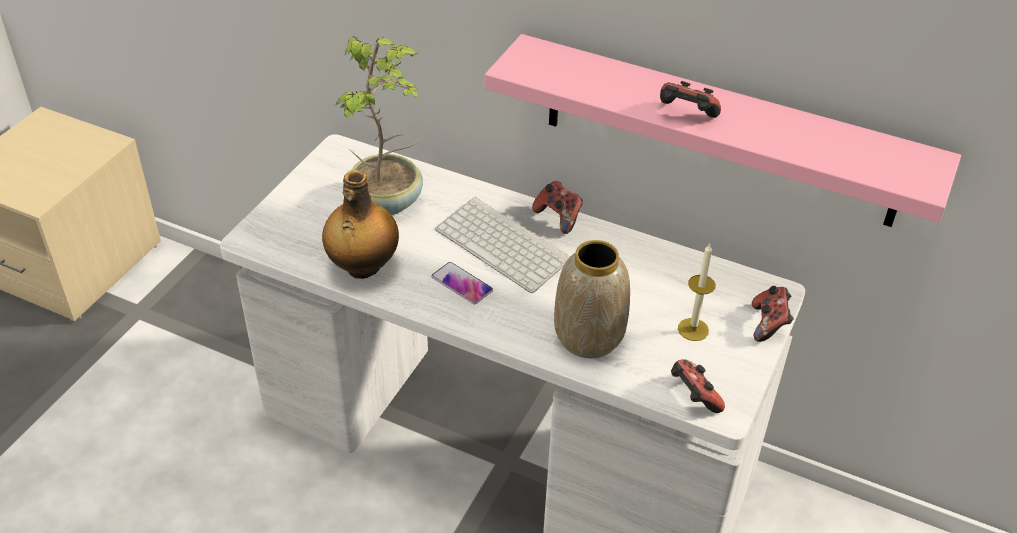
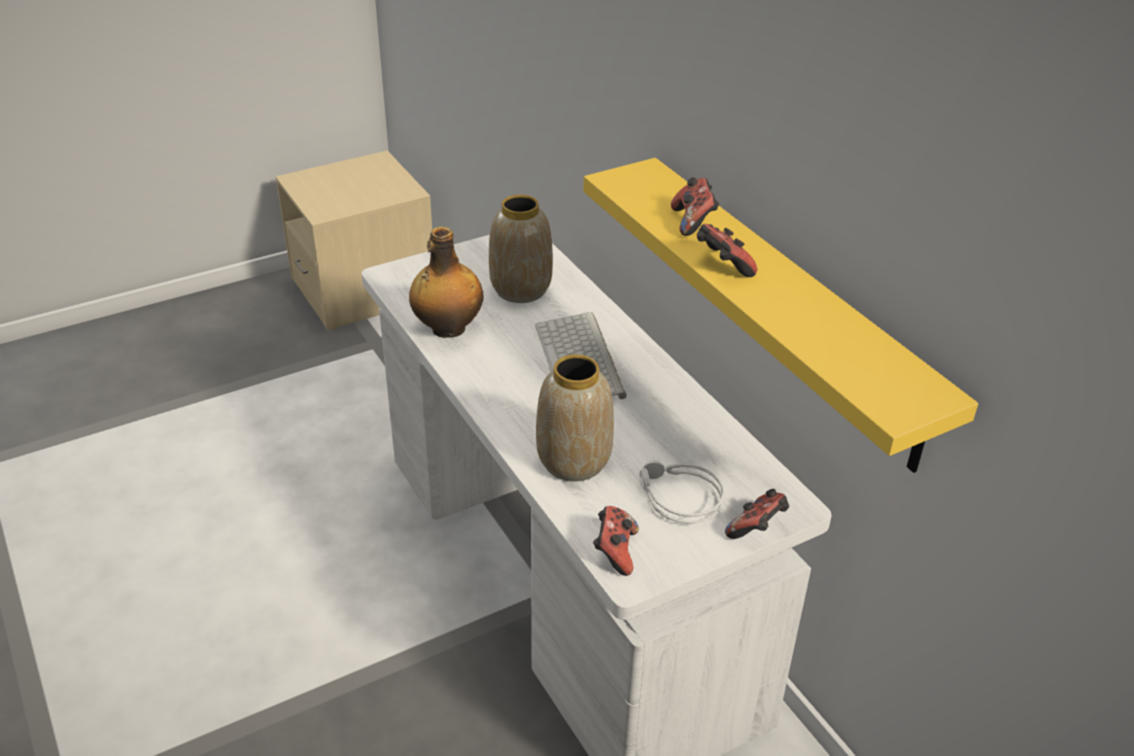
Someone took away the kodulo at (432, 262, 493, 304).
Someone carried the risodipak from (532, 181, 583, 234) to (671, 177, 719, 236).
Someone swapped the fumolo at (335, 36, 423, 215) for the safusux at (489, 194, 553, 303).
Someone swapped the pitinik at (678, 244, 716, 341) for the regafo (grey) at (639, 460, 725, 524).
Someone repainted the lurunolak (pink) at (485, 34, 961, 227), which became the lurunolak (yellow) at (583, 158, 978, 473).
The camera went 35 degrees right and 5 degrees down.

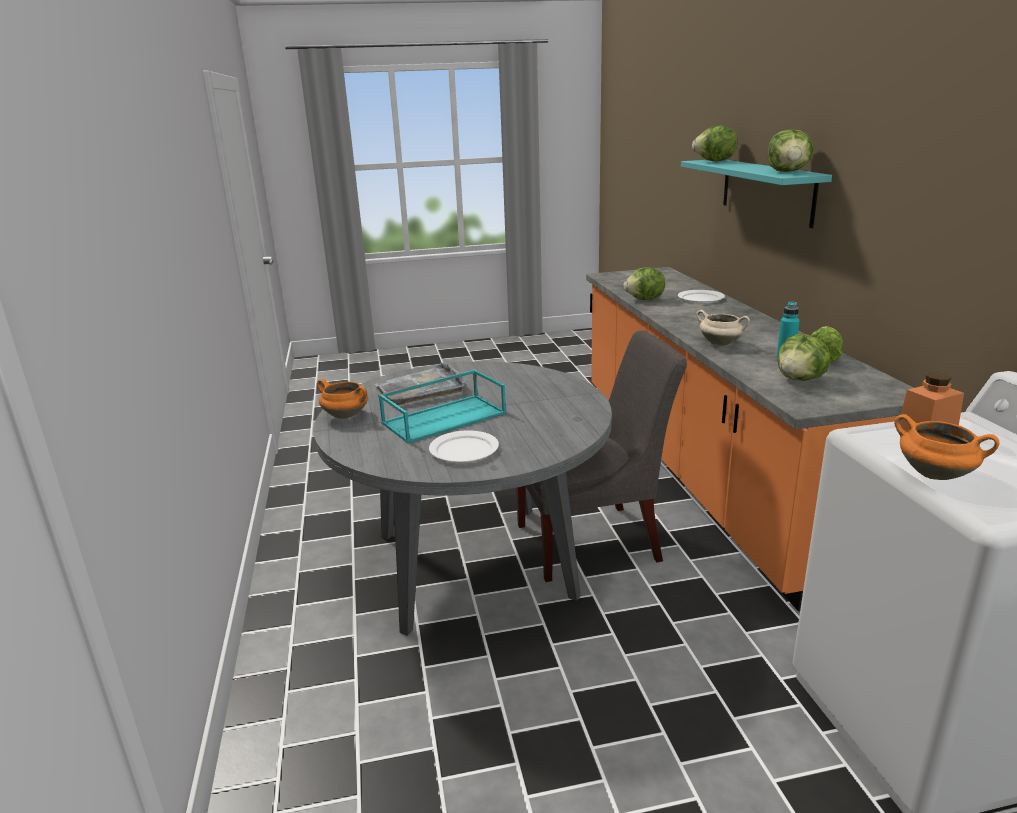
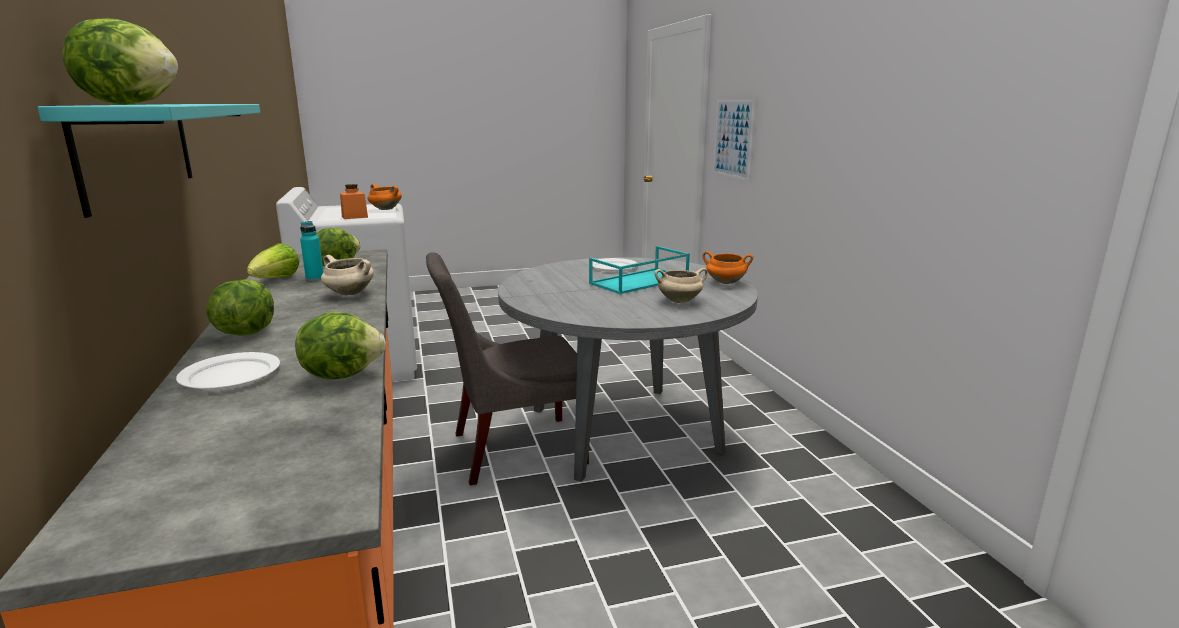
Someone put up the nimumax at (713, 99, 755, 181).
Someone carried the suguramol from (768, 129, 813, 172) to (206, 279, 274, 335).
Someone swapped the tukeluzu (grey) at (374, 362, 468, 405) for the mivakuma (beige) at (654, 268, 708, 303).
The camera went 175 degrees right and 5 degrees down.

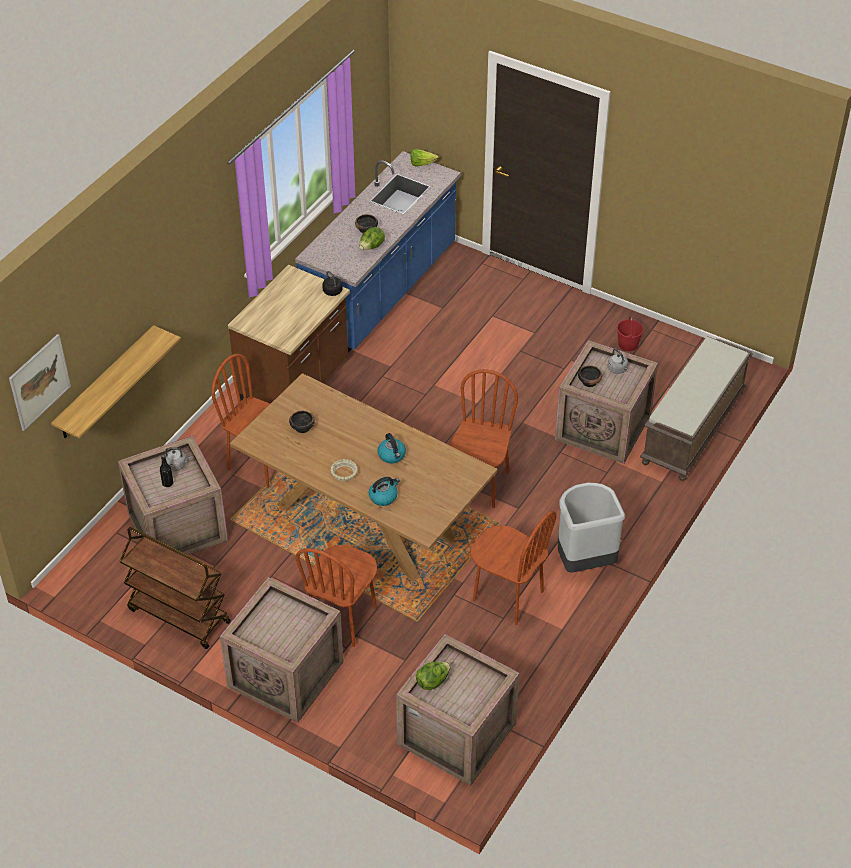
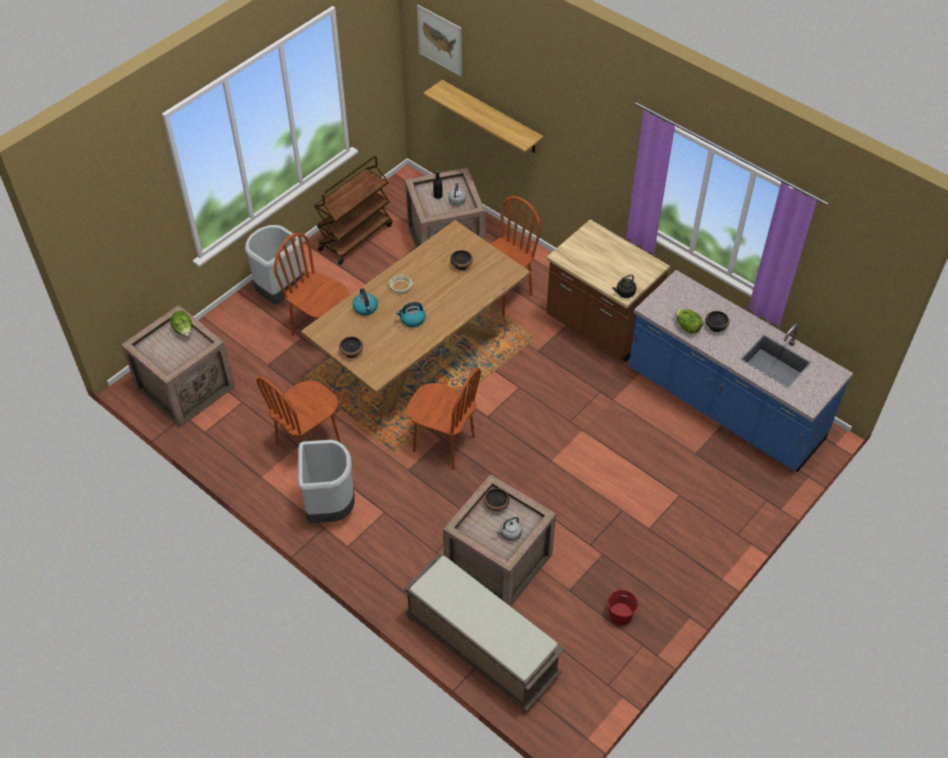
Someone took away the suguramol at (411, 149, 439, 166).
Someone put down the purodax at (339, 336, 363, 358).
Someone swapped the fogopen at (220, 577, 344, 723) for the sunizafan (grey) at (245, 225, 305, 305).
The camera went 100 degrees right and 5 degrees up.

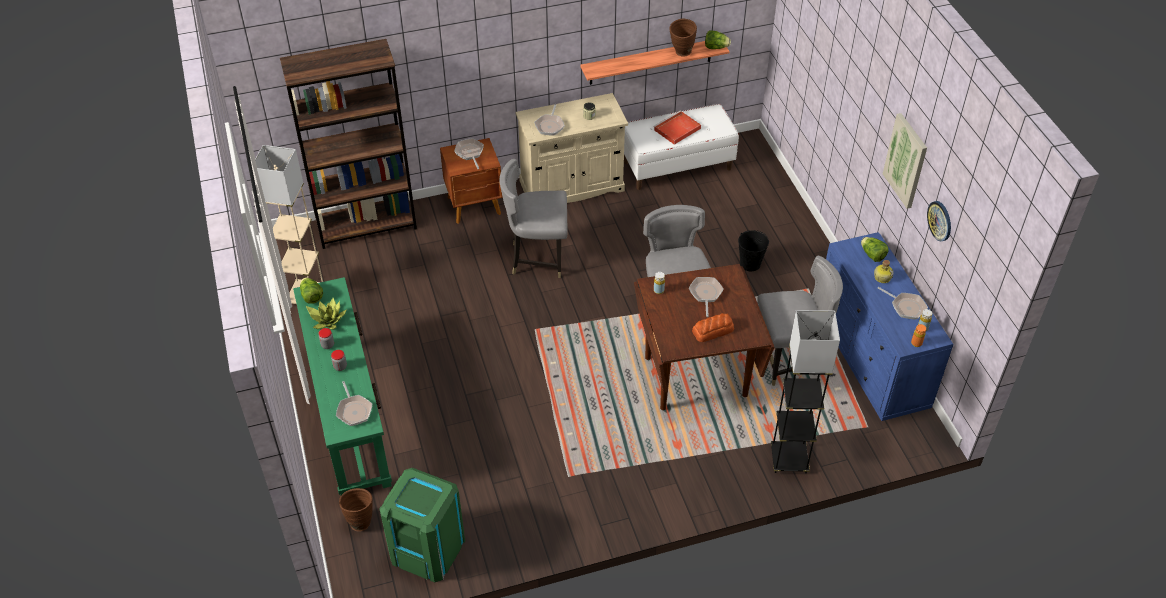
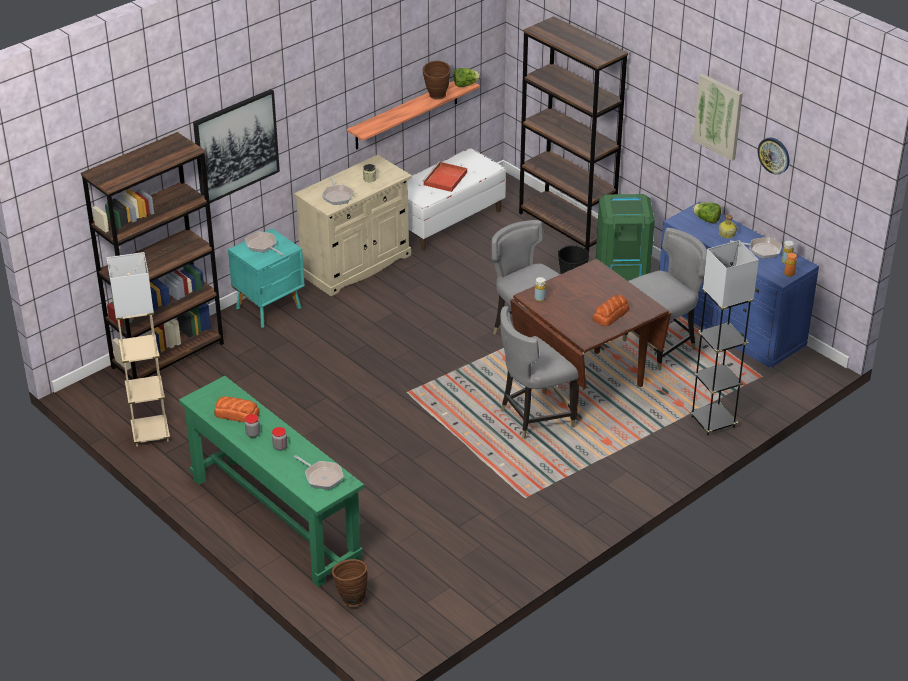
Someone took away the suguramol at (300, 277, 323, 304).
Someone took away the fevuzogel at (689, 277, 723, 317).
Someone put up the nimumax at (193, 89, 280, 203).
Someone put down the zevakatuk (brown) at (519, 16, 628, 253).
Someone carried the sunizafan (green) from (379, 468, 465, 582) to (596, 194, 655, 281).
Someone carried the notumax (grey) from (499, 159, 568, 278) to (500, 306, 578, 439).
Someone swapped the fumolo at (306, 298, 347, 330) for the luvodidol at (214, 396, 260, 423).
Someone repainted the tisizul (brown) at (440, 138, 503, 224), which became the tisizul (turquoise) at (228, 228, 305, 328).
The camera went 25 degrees left and 10 degrees down.

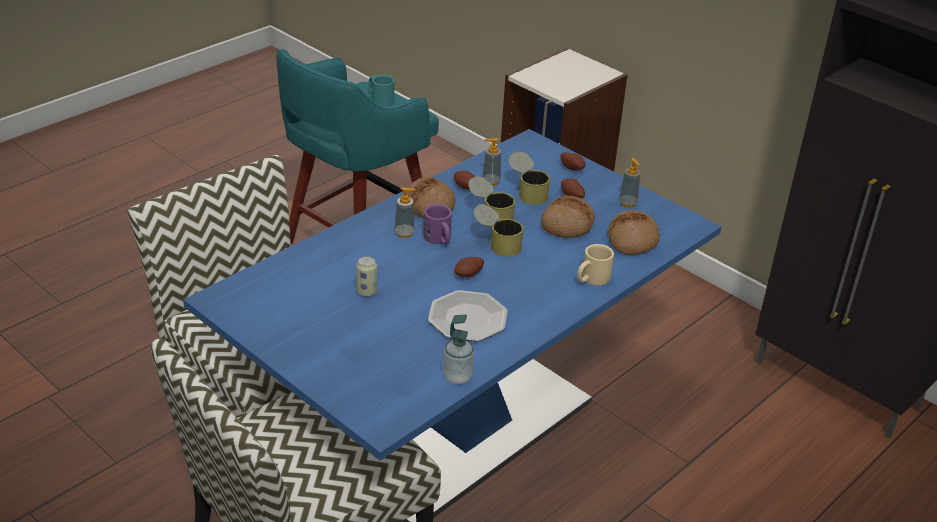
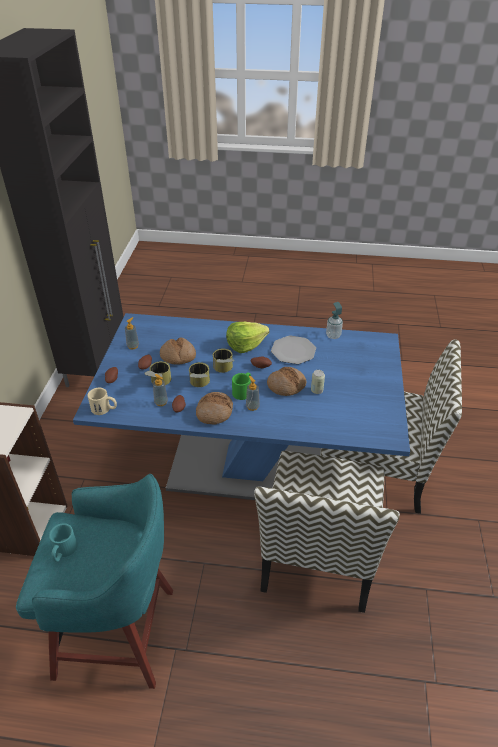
Someone put down the suguramol at (226, 322, 269, 353).
Someone carried the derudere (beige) from (577, 244, 614, 286) to (87, 388, 117, 415).
Someone carried the luvodidol from (608, 210, 660, 255) to (267, 367, 306, 396).
Someone repainted the derudere (purple) at (423, 204, 452, 245), which became the derudere (green) at (232, 372, 251, 400).
The camera went 125 degrees left and 5 degrees up.

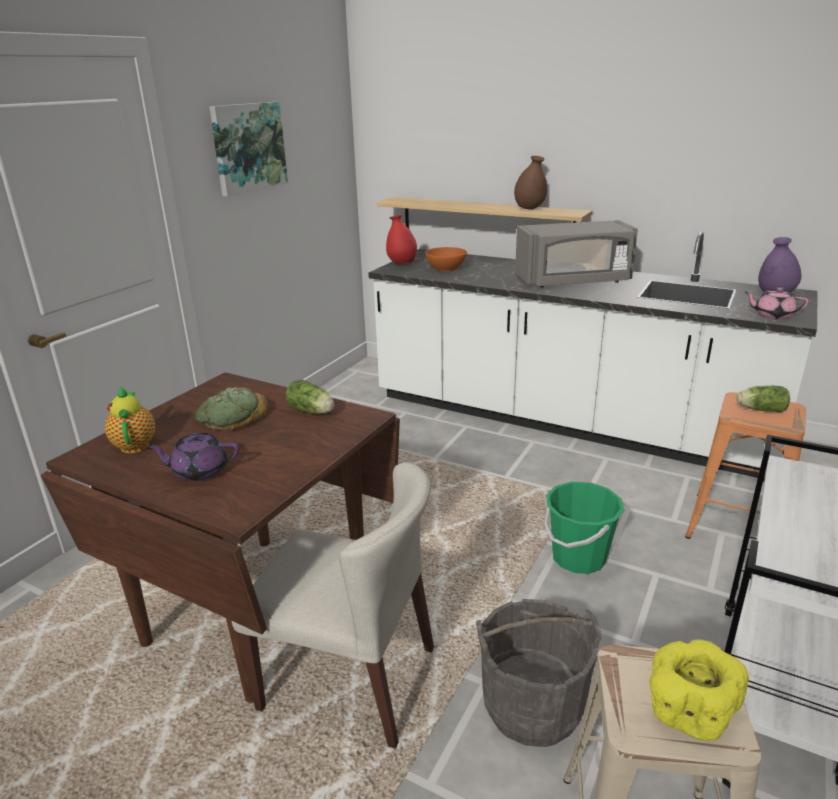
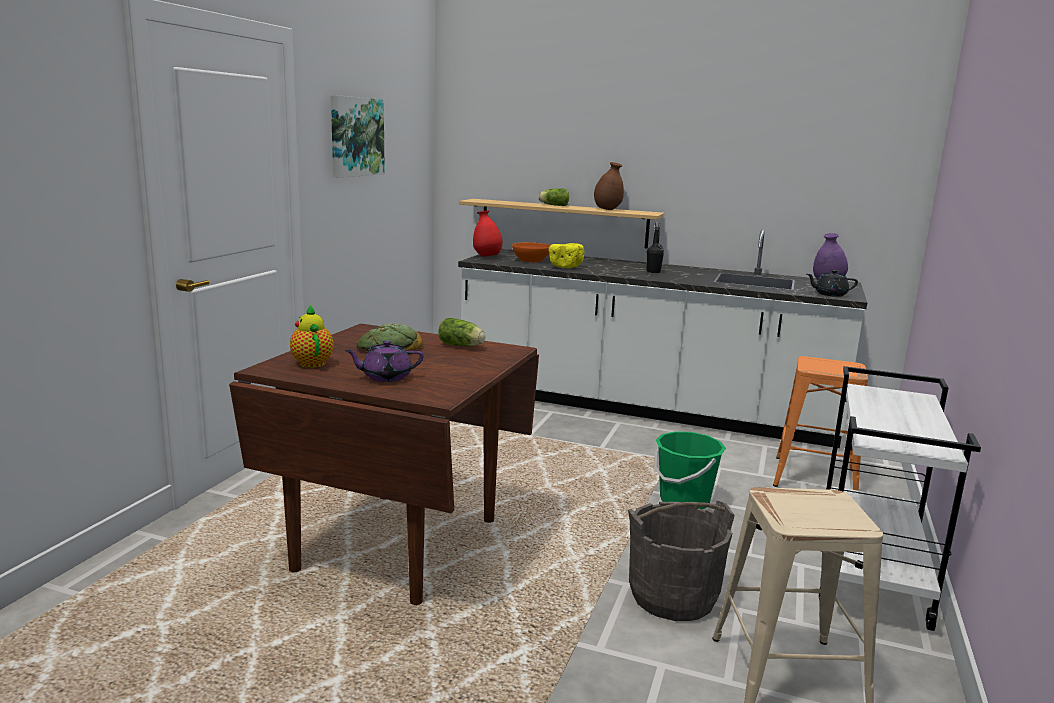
Someone took away the notumax (beige) at (232, 462, 434, 749).
Someone carried the purodax (yellow) from (649, 639, 749, 741) to (549, 243, 585, 268).
Someone carried the suguramol from (737, 386, 790, 412) to (538, 189, 569, 206).
Someone swapped the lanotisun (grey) at (515, 220, 638, 288) for the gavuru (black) at (646, 222, 664, 273).
Someone repainted the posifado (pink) at (745, 287, 809, 320), which became the posifado (black) at (807, 270, 858, 297).
The camera went 10 degrees left and 10 degrees down.

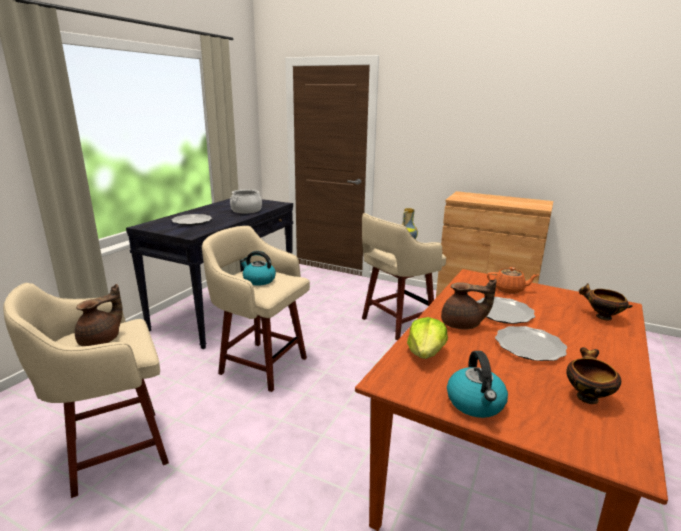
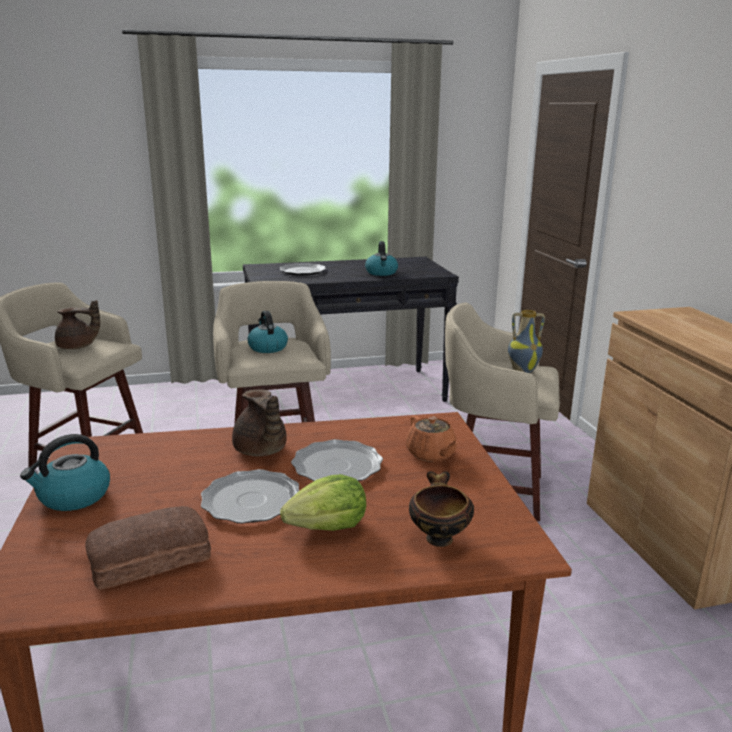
Someone carried the suguramol from (407, 317, 448, 359) to (280, 474, 366, 531).
Someone swapped the mivakuma at (230, 189, 262, 214) for the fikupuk at (365, 241, 398, 276).
Someone swapped the purodax at (566, 347, 621, 404) for the luvodidol at (85, 506, 211, 590).
The camera went 50 degrees right and 0 degrees up.

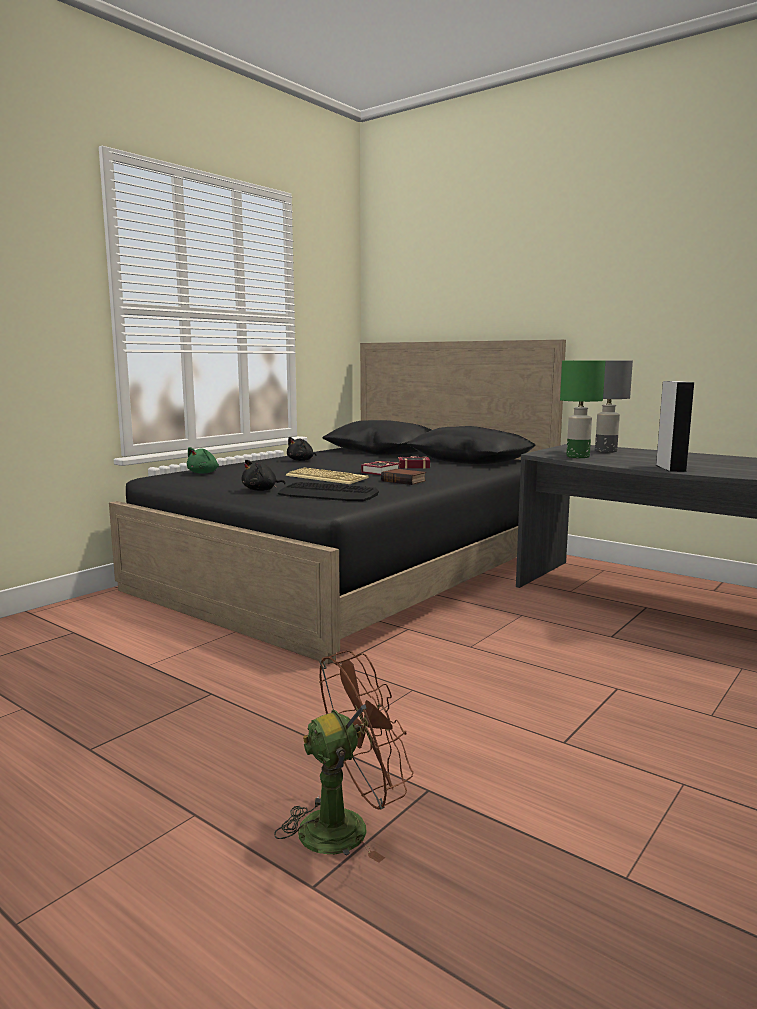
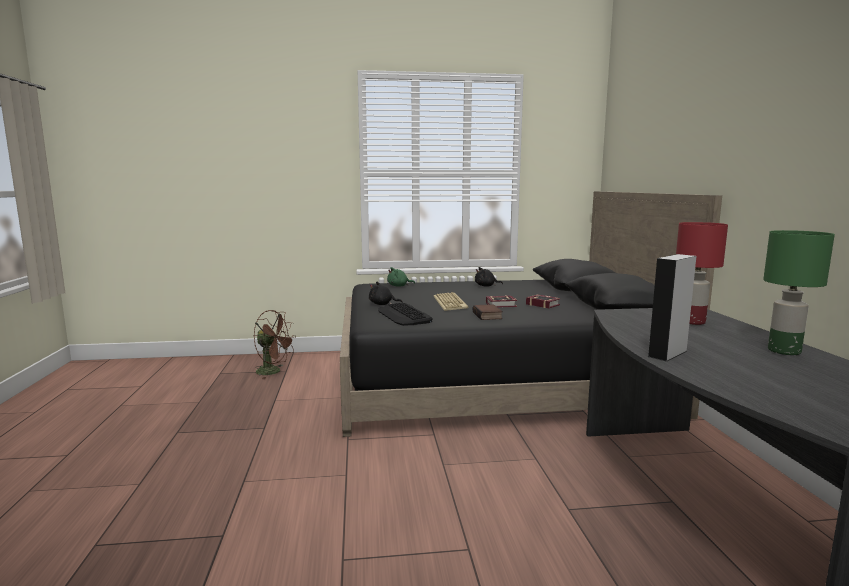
Someone carried the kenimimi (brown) from (274, 651, 414, 863) to (254, 310, 296, 379).
Someone carried the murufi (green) from (560, 361, 605, 458) to (763, 230, 835, 355).
Someone repainted the murufi (grey) at (592, 360, 633, 453), which became the murufi (red) at (676, 222, 728, 325).
The camera went 45 degrees right and 0 degrees up.

